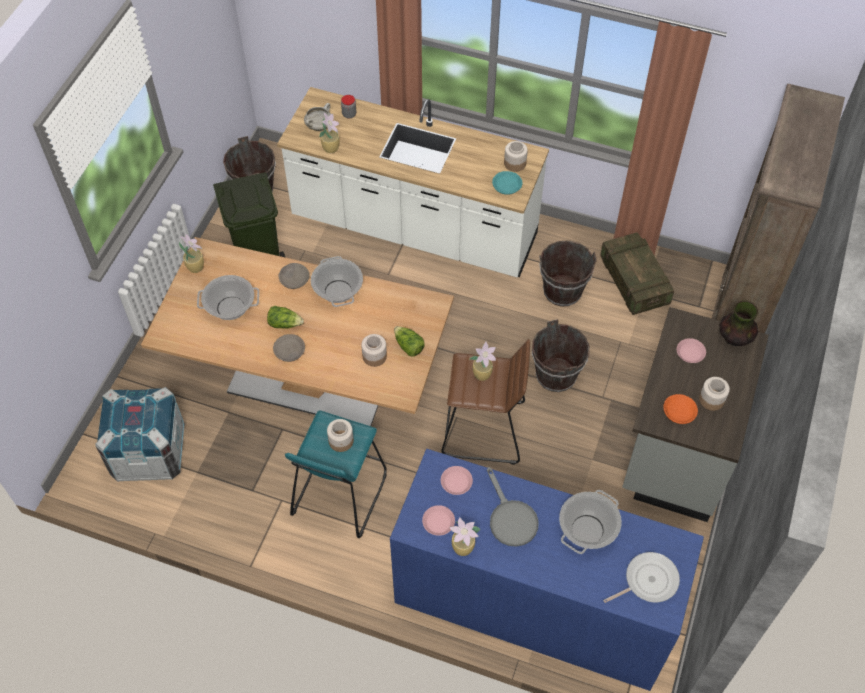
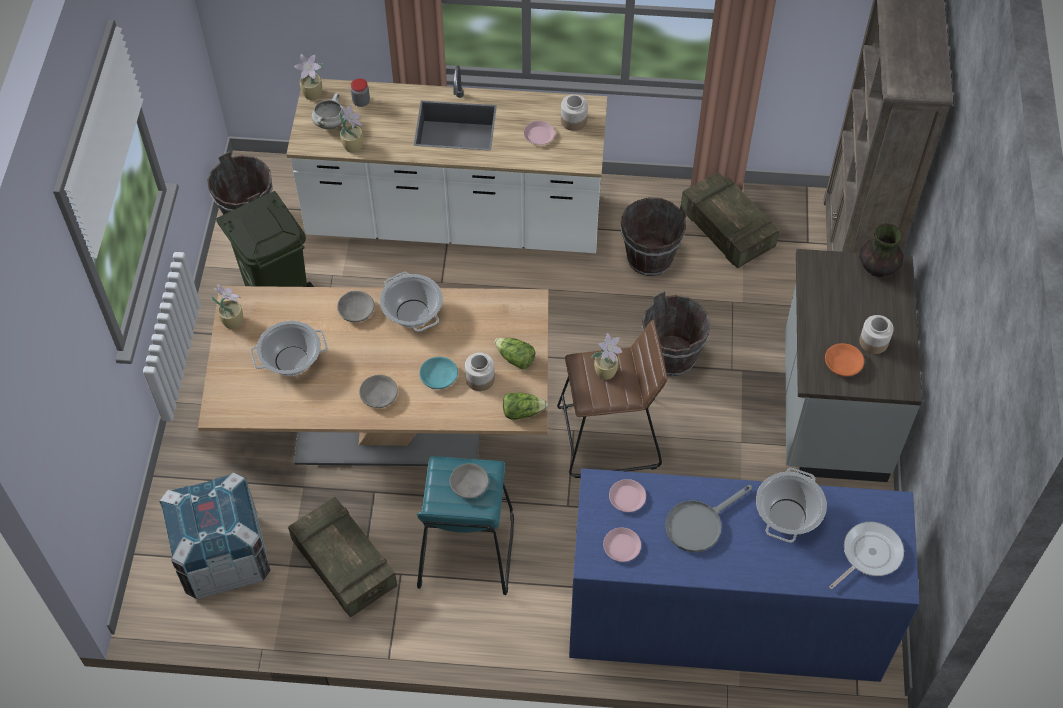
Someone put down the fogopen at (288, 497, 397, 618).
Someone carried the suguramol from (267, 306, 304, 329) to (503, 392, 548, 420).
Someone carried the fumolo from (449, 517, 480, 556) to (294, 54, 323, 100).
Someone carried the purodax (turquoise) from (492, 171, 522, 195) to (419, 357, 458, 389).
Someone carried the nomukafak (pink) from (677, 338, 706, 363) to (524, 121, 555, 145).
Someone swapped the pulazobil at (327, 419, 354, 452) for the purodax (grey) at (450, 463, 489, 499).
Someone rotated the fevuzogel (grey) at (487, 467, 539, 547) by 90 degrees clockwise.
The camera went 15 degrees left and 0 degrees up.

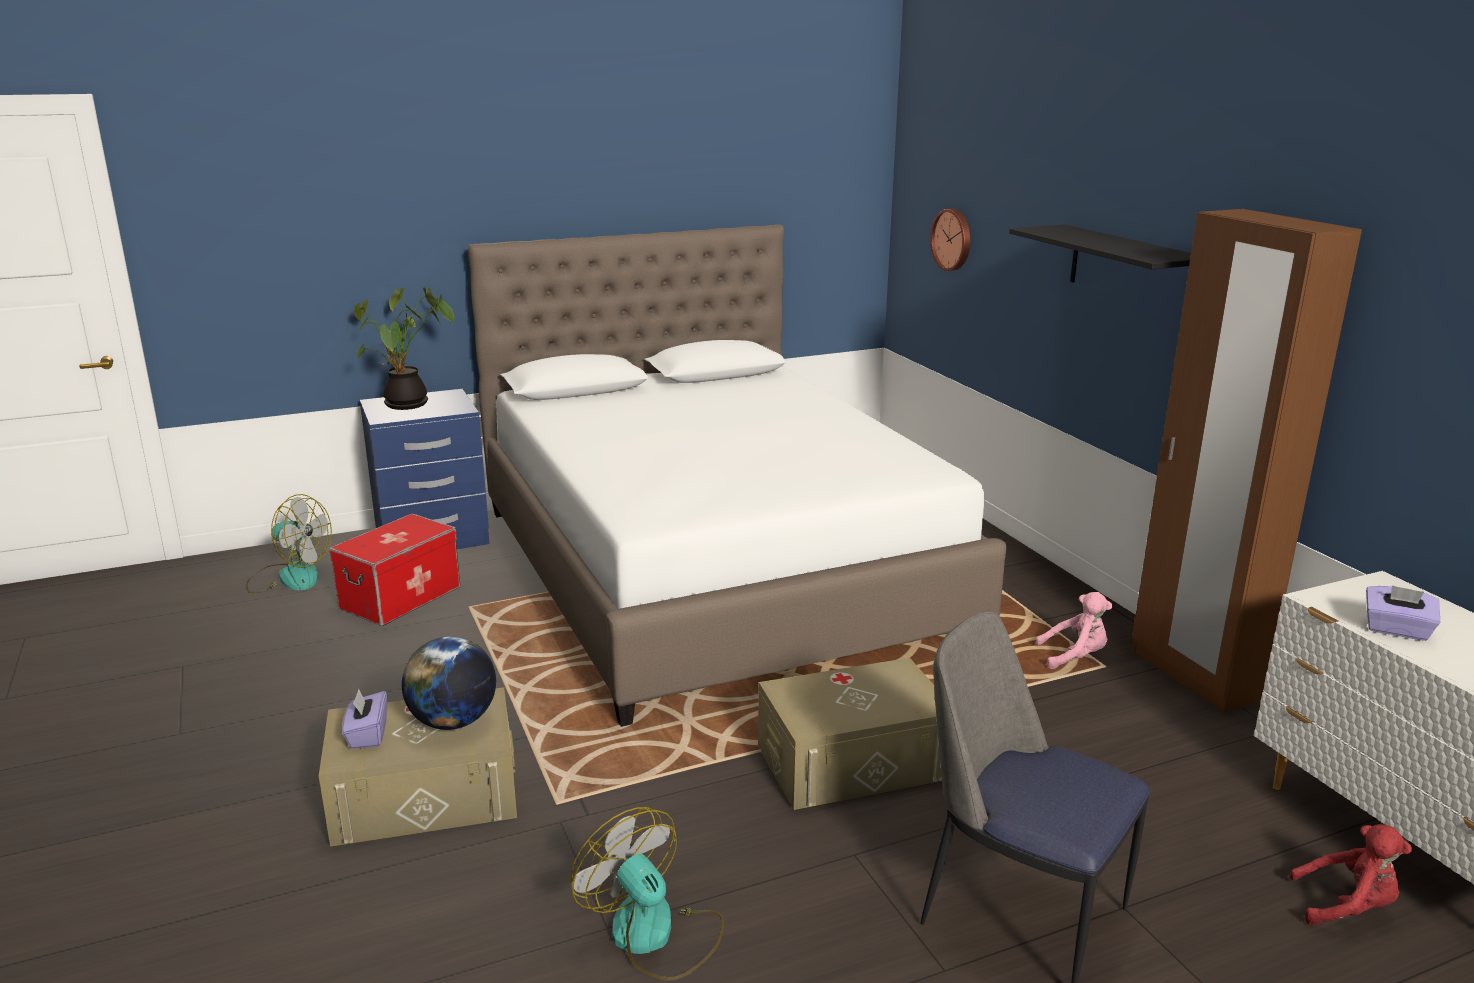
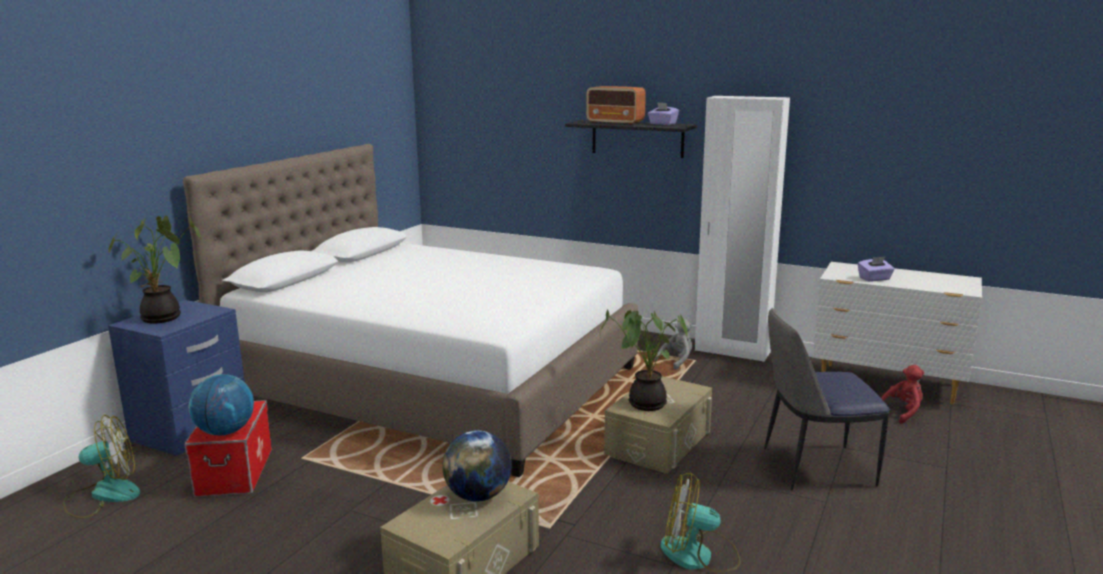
Someone took away the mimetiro at (930, 209, 970, 271).
Someone put down the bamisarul at (189, 374, 254, 436).
Someone put down the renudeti at (586, 86, 646, 125).
Someone put down the fumolo at (600, 309, 688, 411).
Someone carried the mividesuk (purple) from (342, 689, 387, 749) to (648, 102, 679, 125).
Someone repainted the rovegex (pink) at (1035, 592, 1112, 669), which became the rovegex (grey) at (654, 319, 692, 369).
Someone repainted the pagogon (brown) at (1132, 209, 1362, 713), which became the pagogon (white) at (695, 96, 790, 362).
The camera went 40 degrees left and 5 degrees down.

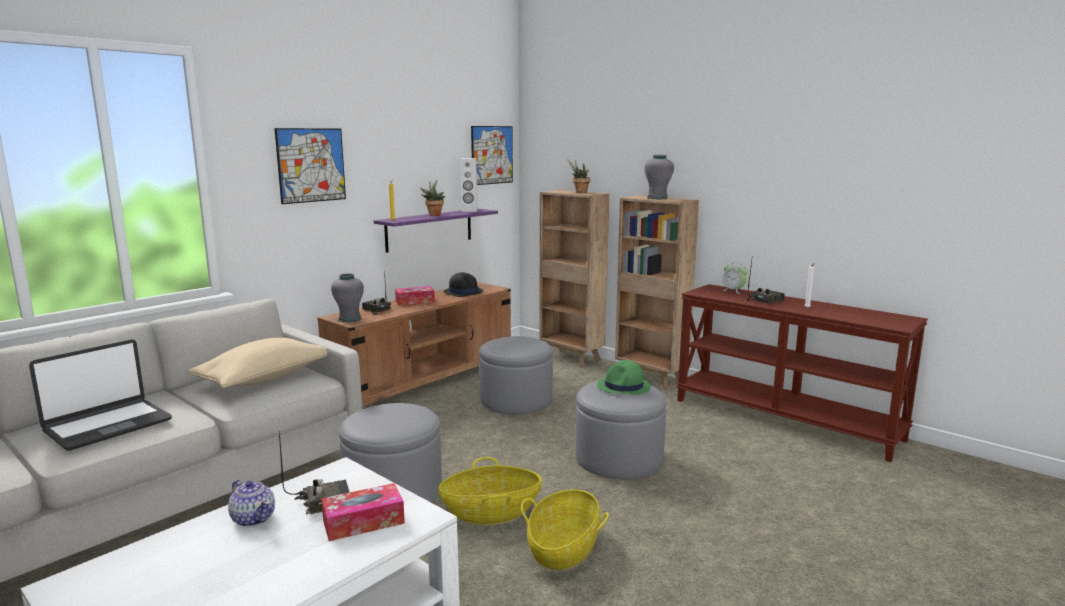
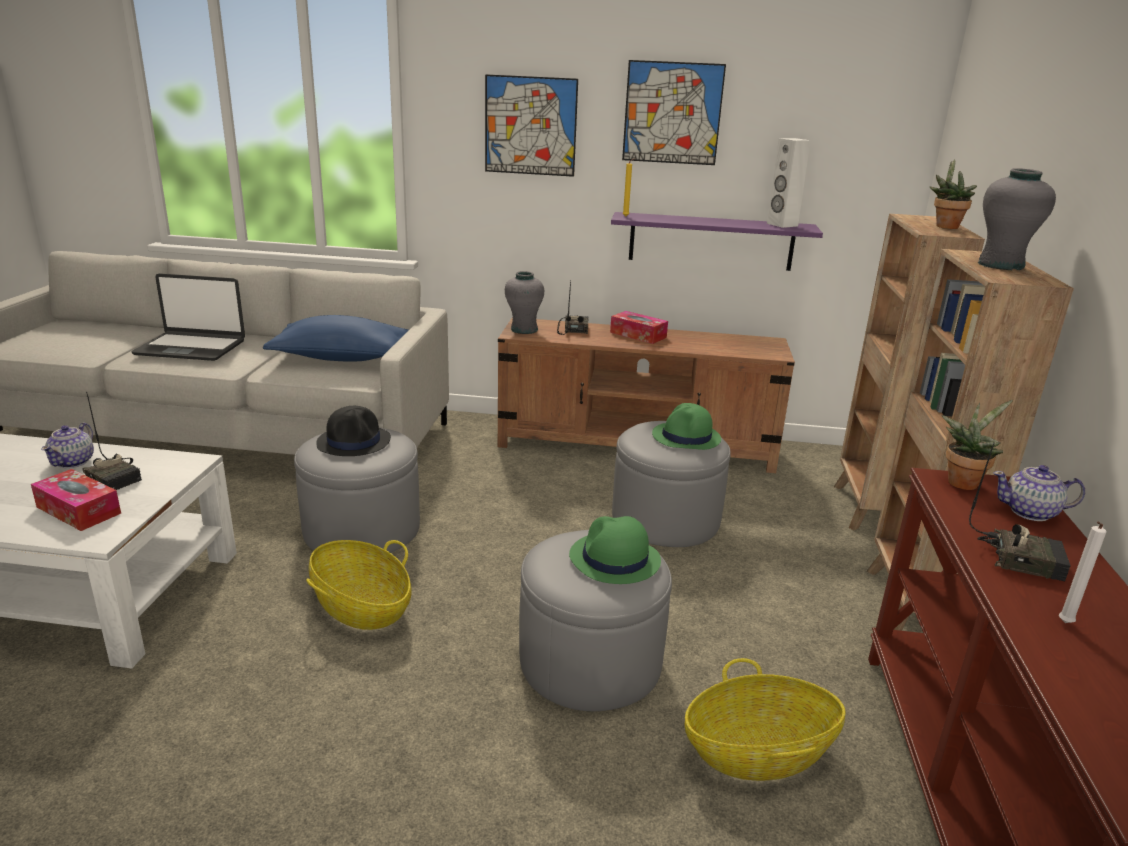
Someone put down the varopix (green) at (652, 403, 721, 450).
Someone carried the fumolo from (420, 180, 445, 216) to (942, 400, 1013, 490).
Someone carried the varopix (black) from (443, 272, 483, 297) to (316, 406, 391, 456).
Someone carried the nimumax from (471, 126, 513, 185) to (622, 60, 726, 165).
Someone carried the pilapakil from (521, 489, 609, 570) to (685, 658, 846, 781).
Someone swapped the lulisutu at (722, 262, 748, 294) for the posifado at (993, 465, 1085, 521).
Someone repainted the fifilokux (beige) at (187, 338, 327, 388), which became the fifilokux (blue) at (263, 315, 410, 362).
The camera went 55 degrees right and 10 degrees up.

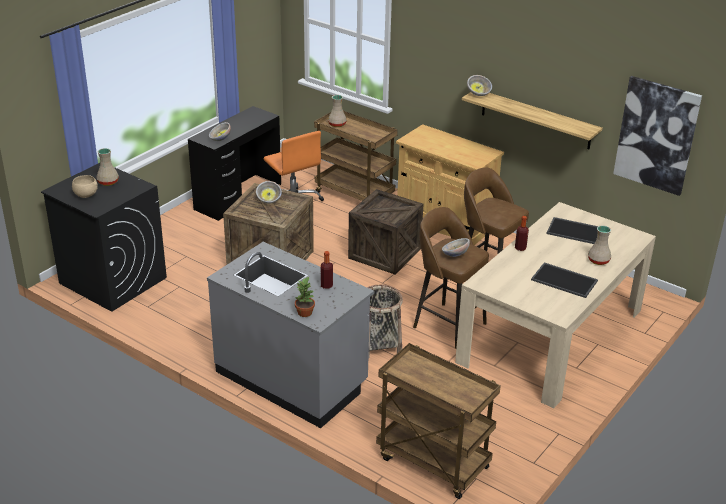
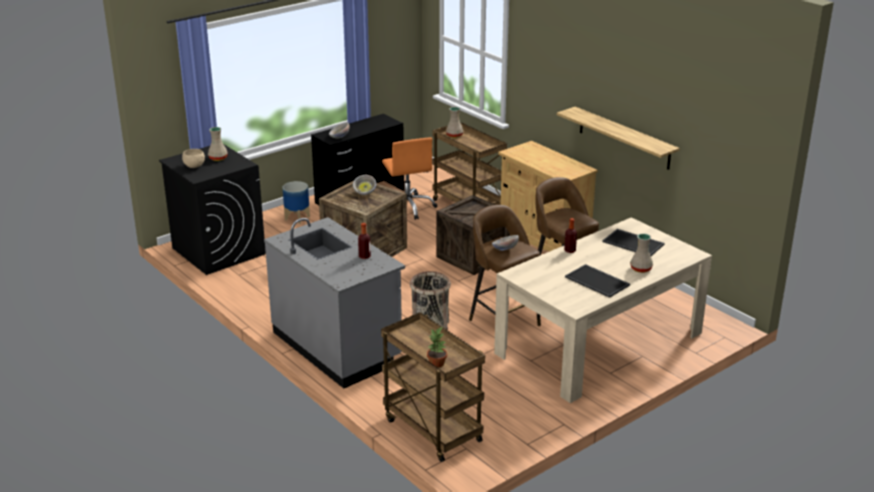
Someone took away the purodax at (467, 75, 492, 96).
Someone took away the nimumax at (613, 76, 702, 196).
Someone put down the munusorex at (282, 181, 310, 224).
Someone carried the fumolo from (294, 277, 315, 317) to (427, 327, 447, 368).
The camera went 15 degrees right and 5 degrees down.

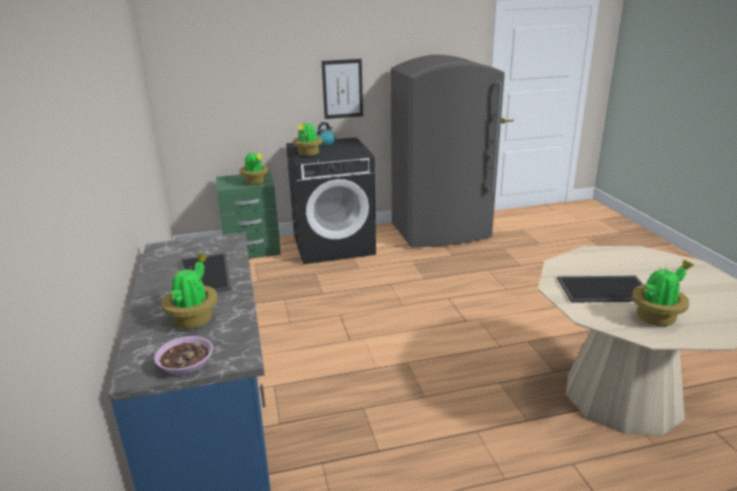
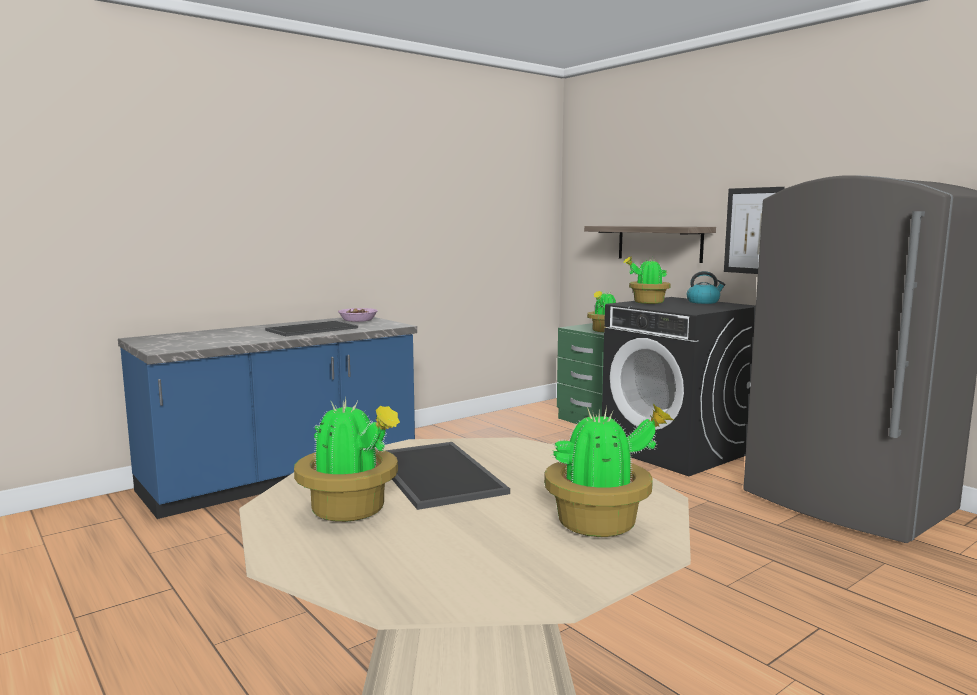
Someone put up the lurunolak at (584, 226, 716, 263).
Someone carried the purodax from (154, 336, 213, 375) to (338, 308, 378, 322).
Someone carried the fumolo from (161, 254, 218, 329) to (544, 404, 674, 537).
The camera went 65 degrees right and 15 degrees down.

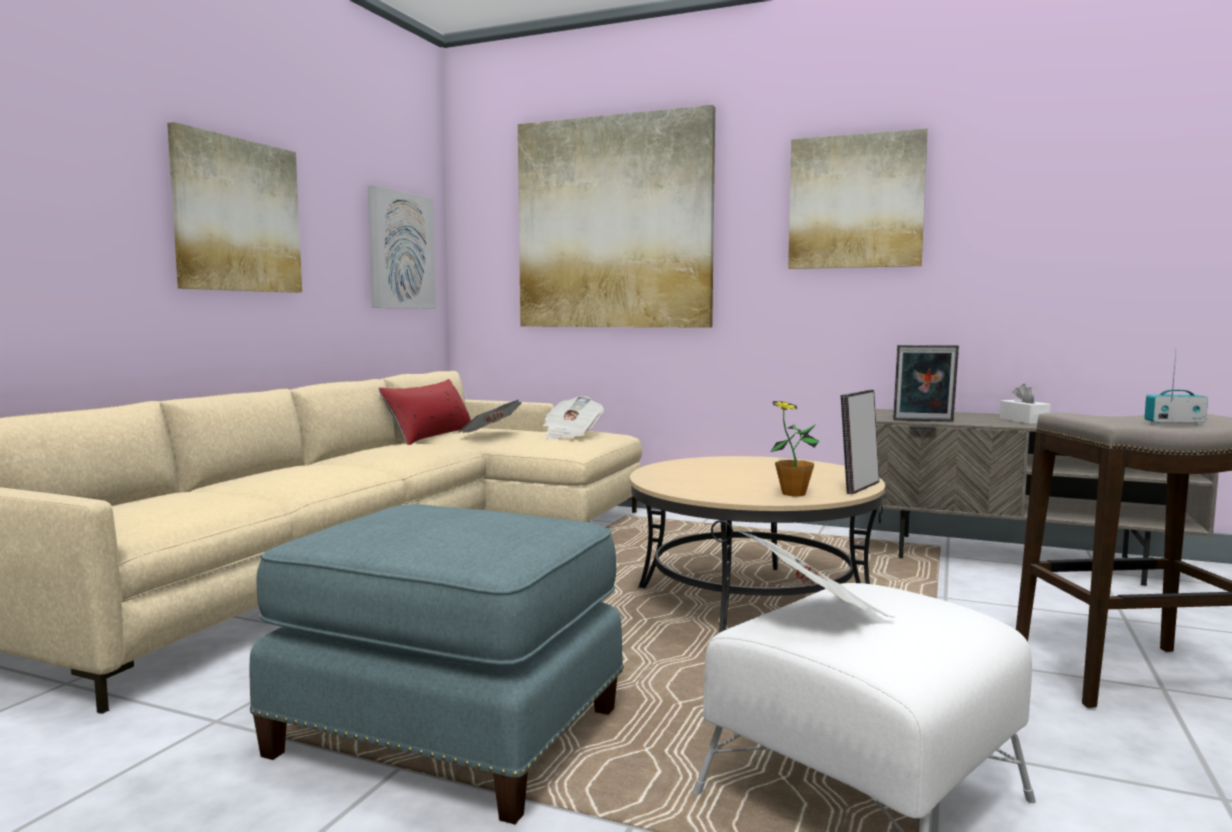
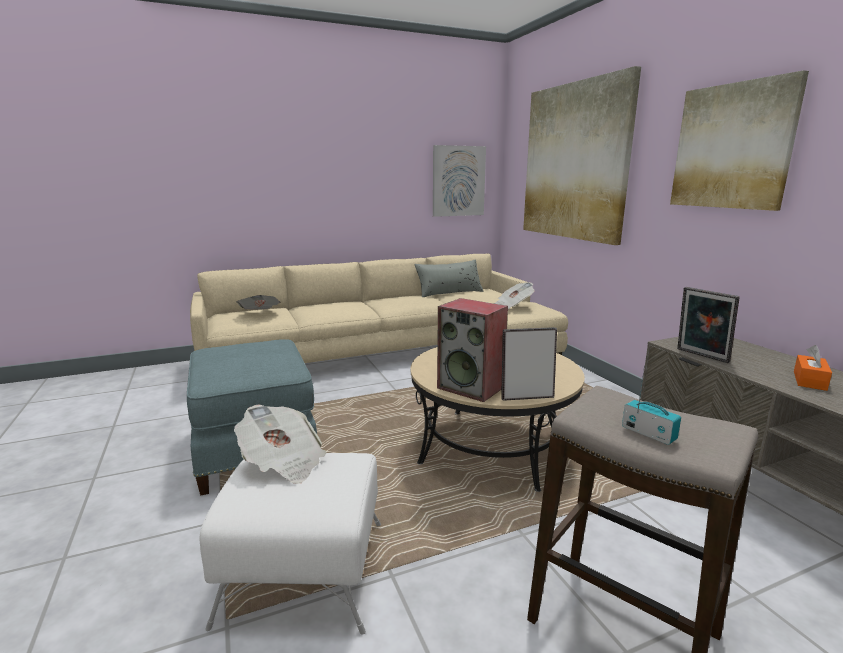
Someone took away the nimumax at (167, 122, 302, 293).
Someone carried the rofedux from (458, 400, 522, 433) to (236, 295, 280, 310).
Someone swapped the fumolo at (771, 401, 819, 496) for the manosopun at (437, 298, 508, 402).
Someone repainted the fifilokux (red) at (378, 379, 471, 445), which became the fifilokux (grey) at (415, 260, 483, 297).
Someone repainted the mividesuk (white) at (1000, 384, 1051, 424), which became the mividesuk (orange) at (794, 345, 832, 391).
The camera went 45 degrees right and 10 degrees up.

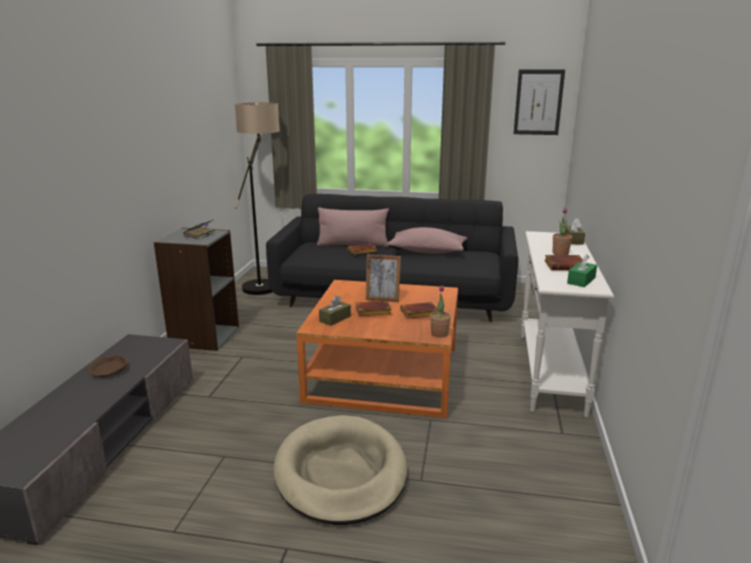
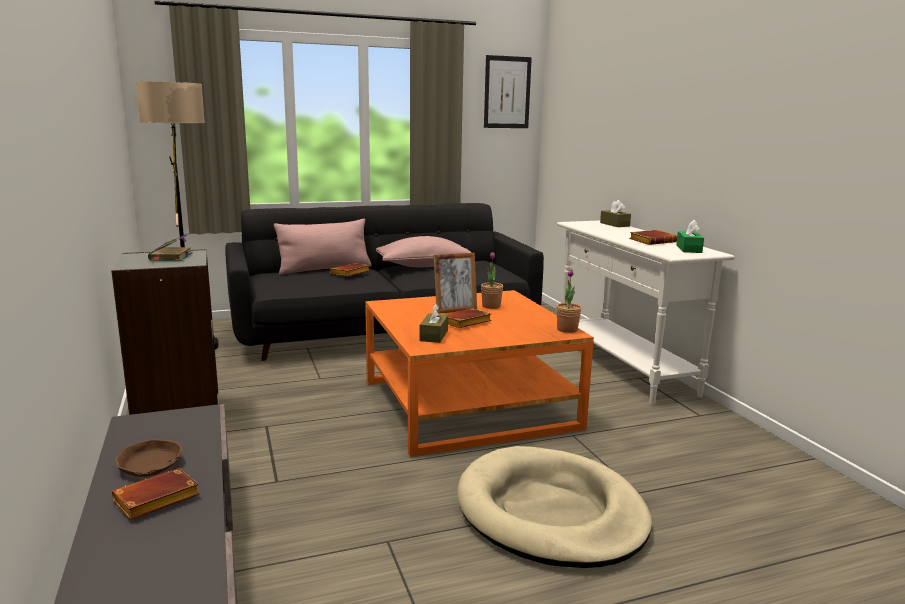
Someone carried the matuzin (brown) from (400, 302, 437, 319) to (112, 468, 199, 520).
Someone carried the fumolo from (553, 208, 572, 255) to (481, 252, 503, 309).
The camera went 30 degrees left and 5 degrees down.

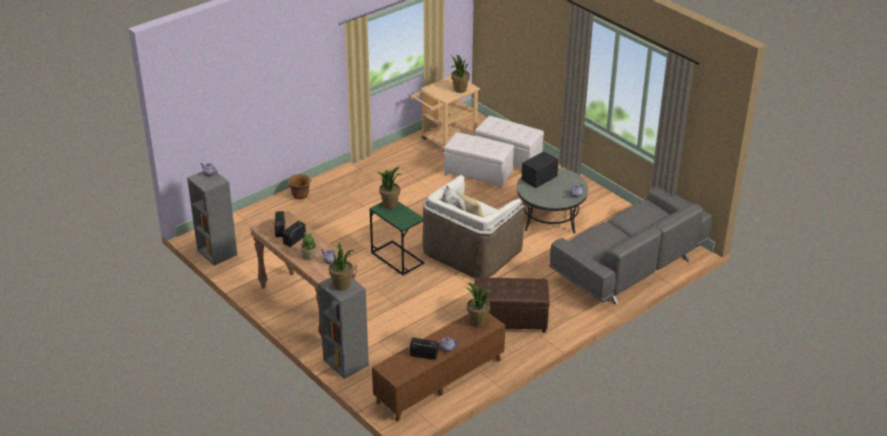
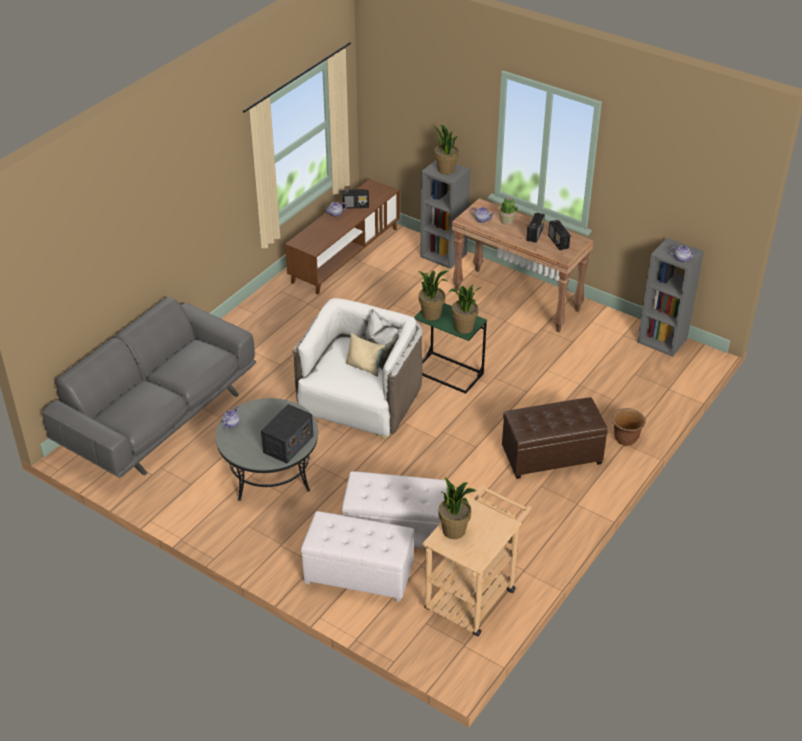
Someone carried the fumolo from (464, 283, 490, 327) to (418, 270, 448, 320).
Someone carried the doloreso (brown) from (474, 278, 550, 332) to (502, 397, 608, 479).
The camera went 165 degrees right and 5 degrees up.

